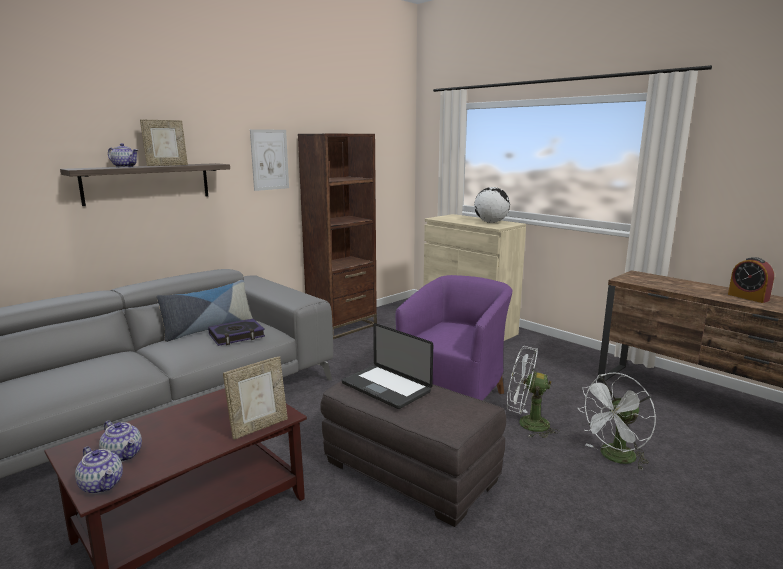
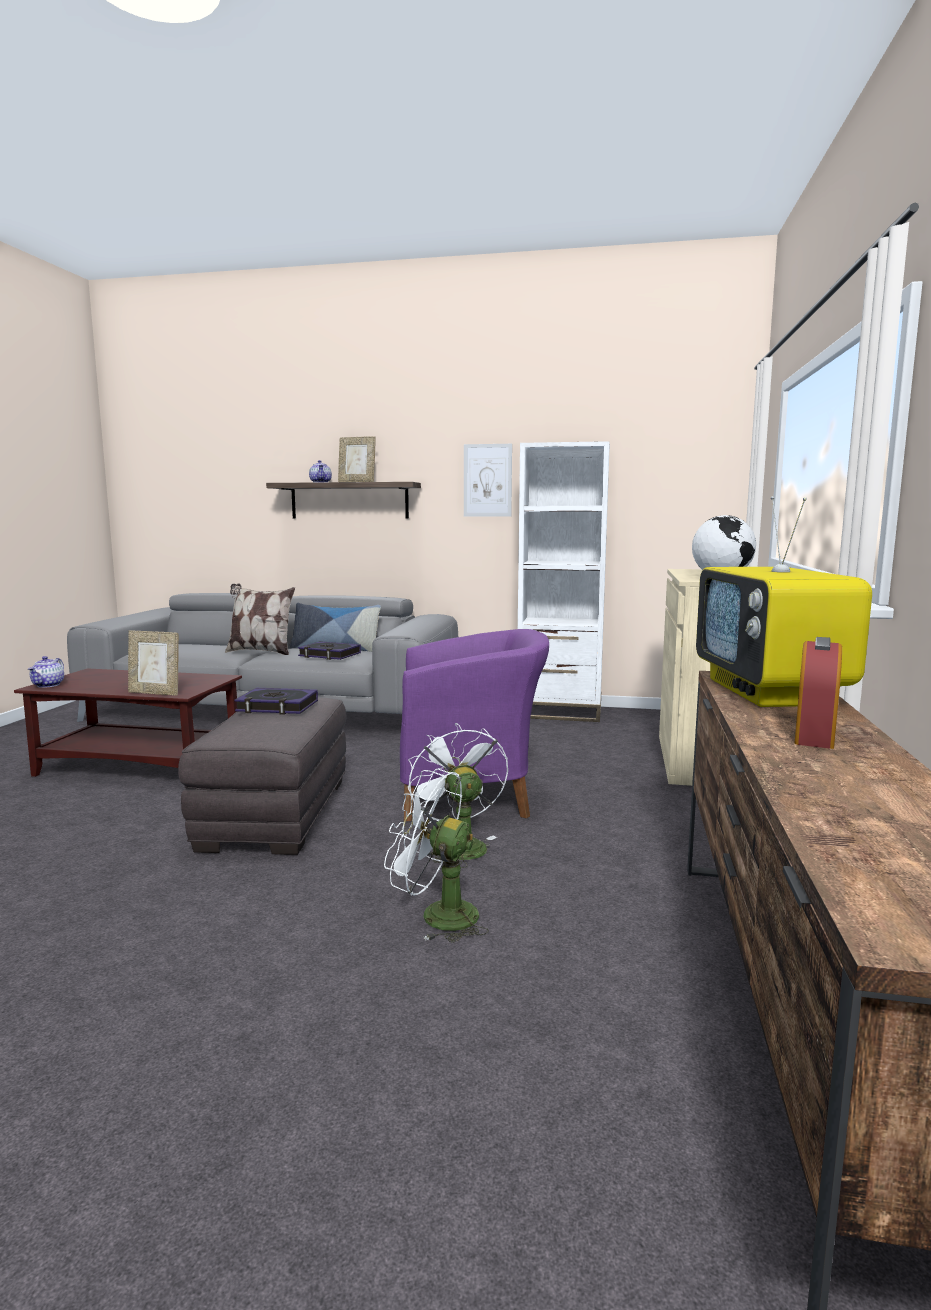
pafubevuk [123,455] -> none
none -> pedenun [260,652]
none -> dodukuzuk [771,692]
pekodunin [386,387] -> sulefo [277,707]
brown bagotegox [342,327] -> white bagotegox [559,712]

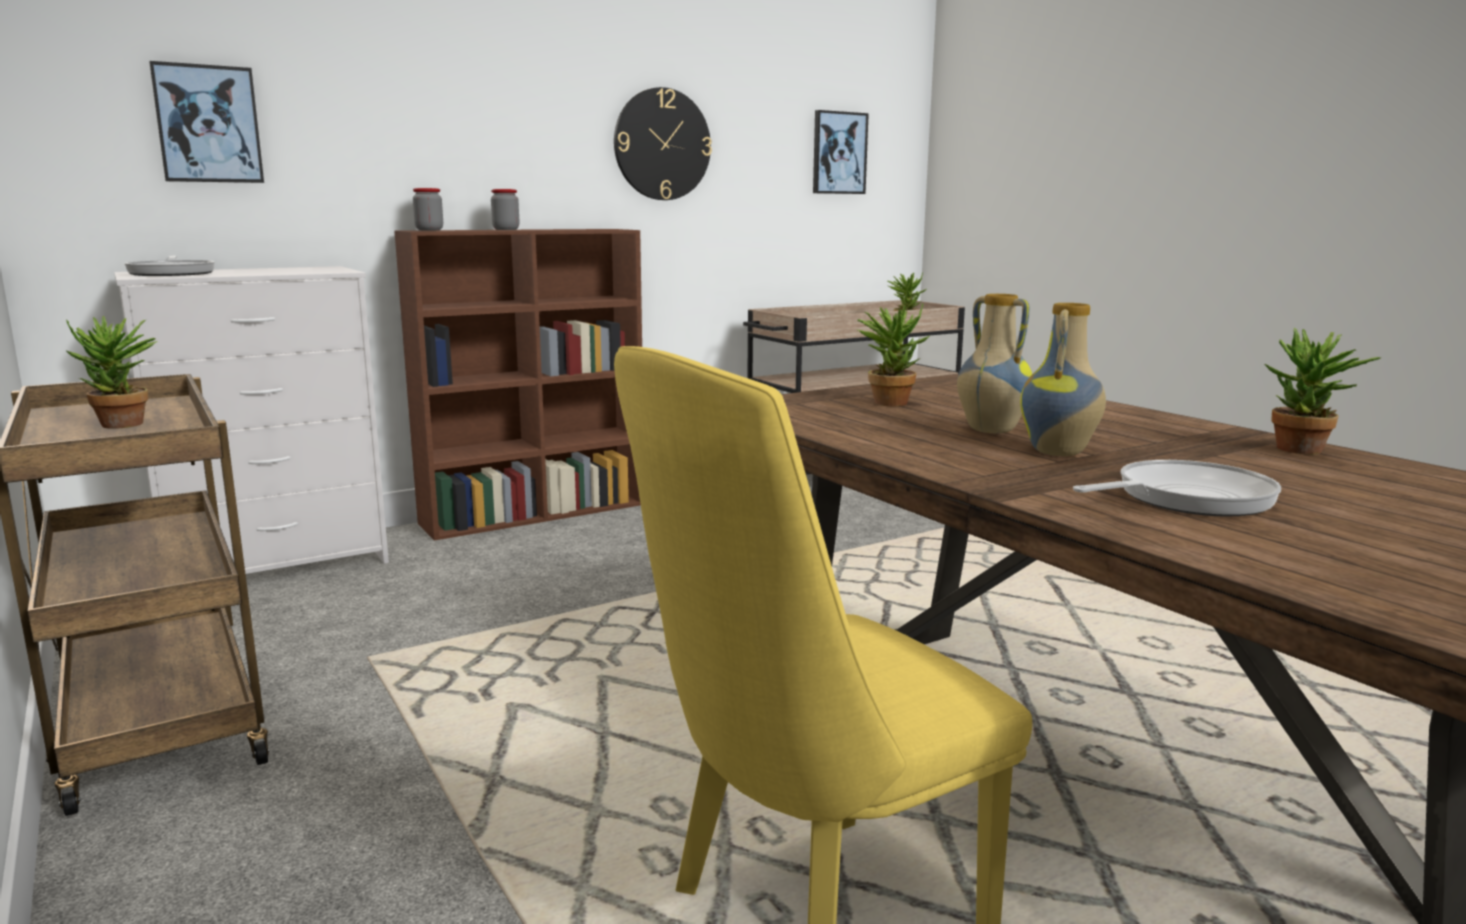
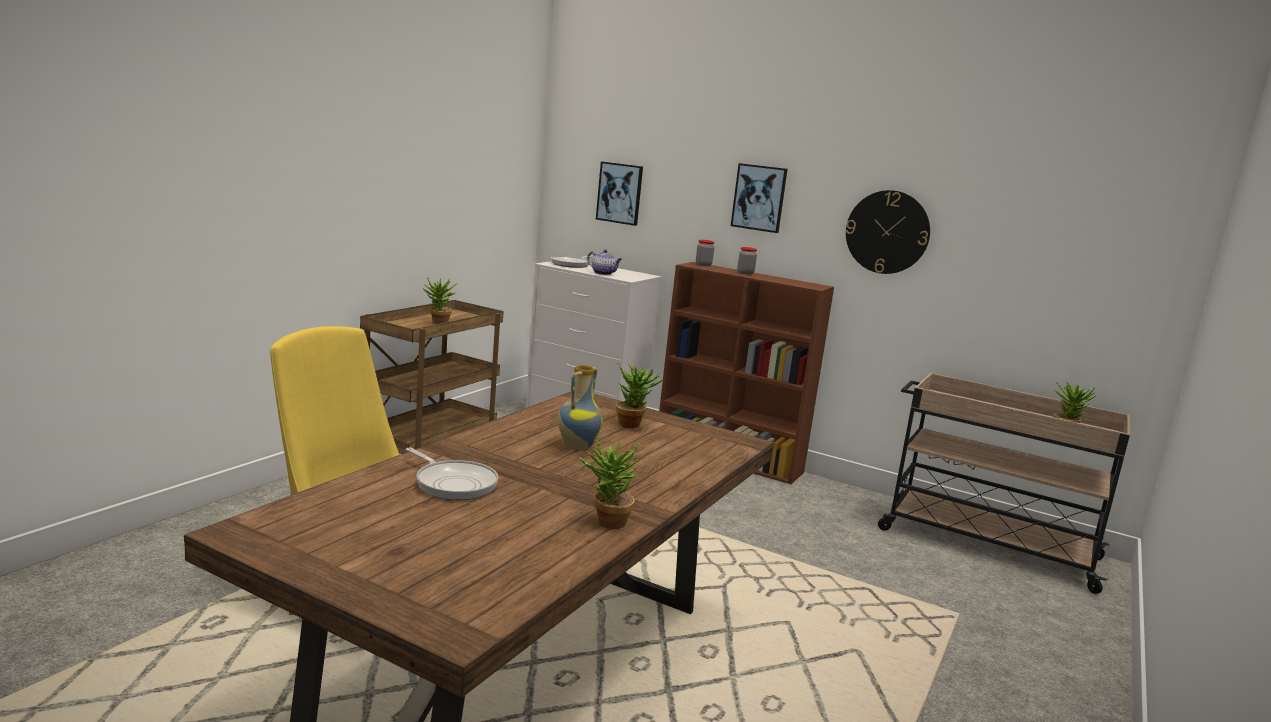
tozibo [1060,453] -> none
none -> pafubevuk [603,273]
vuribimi [838,153] -> vuribimi [759,198], move

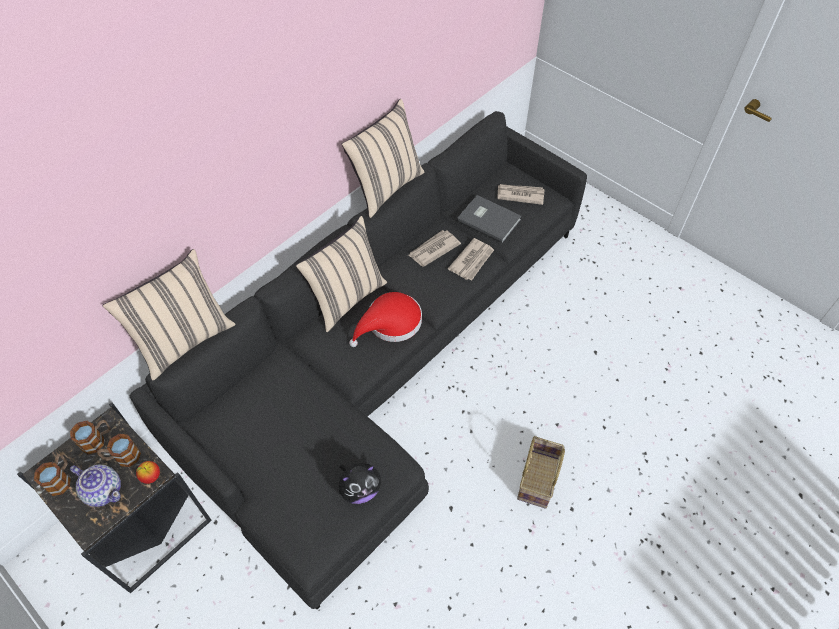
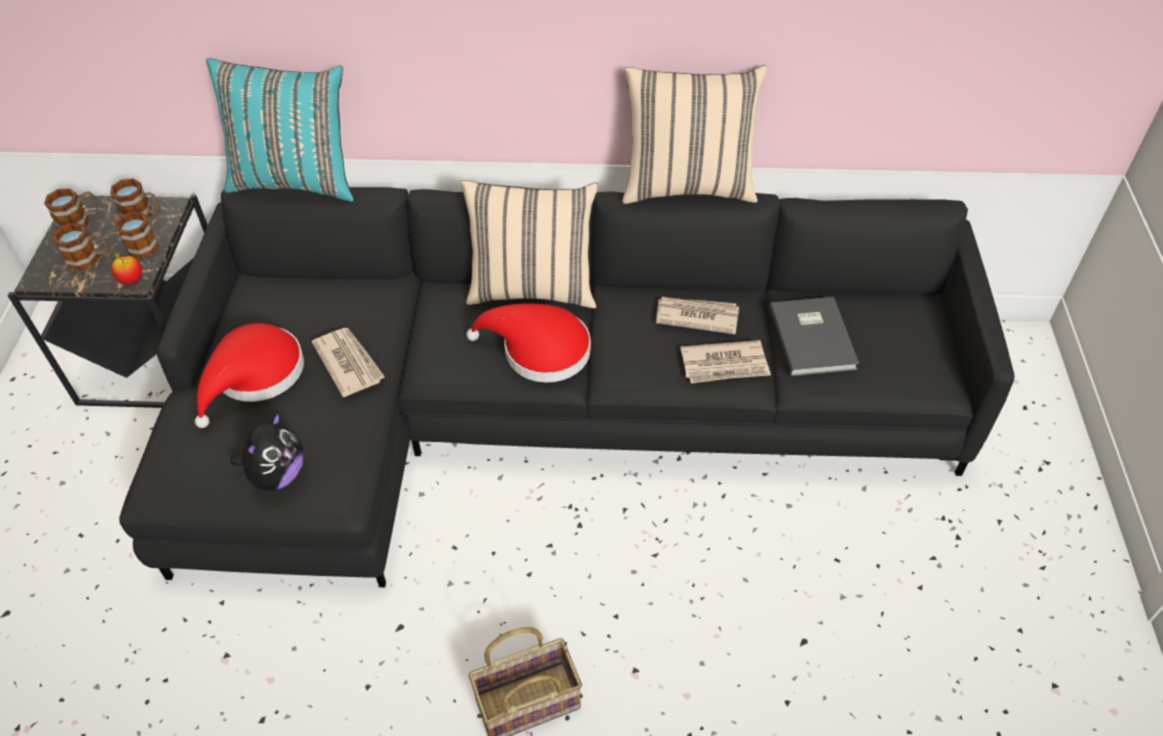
none -> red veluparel [254,376]
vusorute [520,195] -> vusorute [348,363], move
pafubevuk [104,490] -> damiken [90,258]
beige pedenun [185,340] -> turquoise pedenun [296,180]
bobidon [360,489] -> bobidon [277,475], 90 degrees counterclockwise

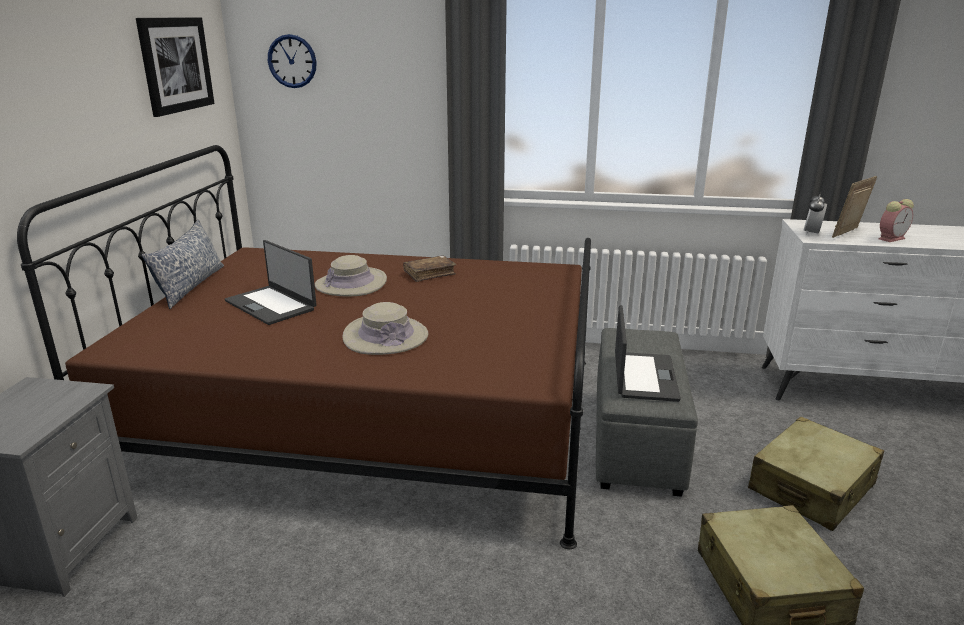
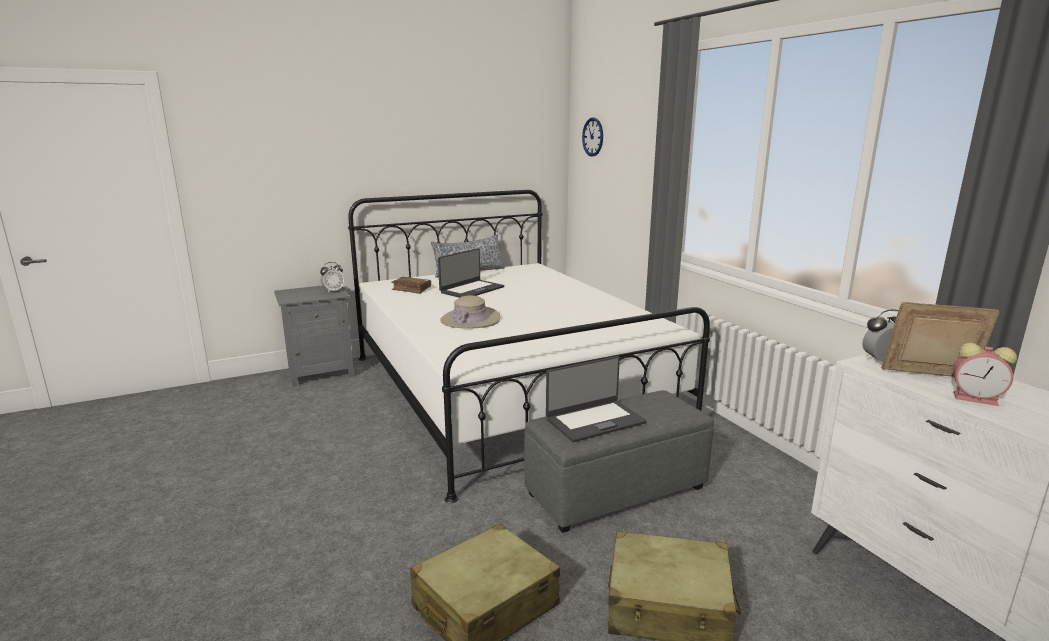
vuribimi [175,64] -> none
beige veluparel [351,284] -> none
none -> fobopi [333,291]
brown sulefo [429,274] -> brown sulefo [411,289], move
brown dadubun [372,417] -> white dadubun [507,391]
pekodunin [271,305] -> pekodunin [471,290], 150 degrees counterclockwise

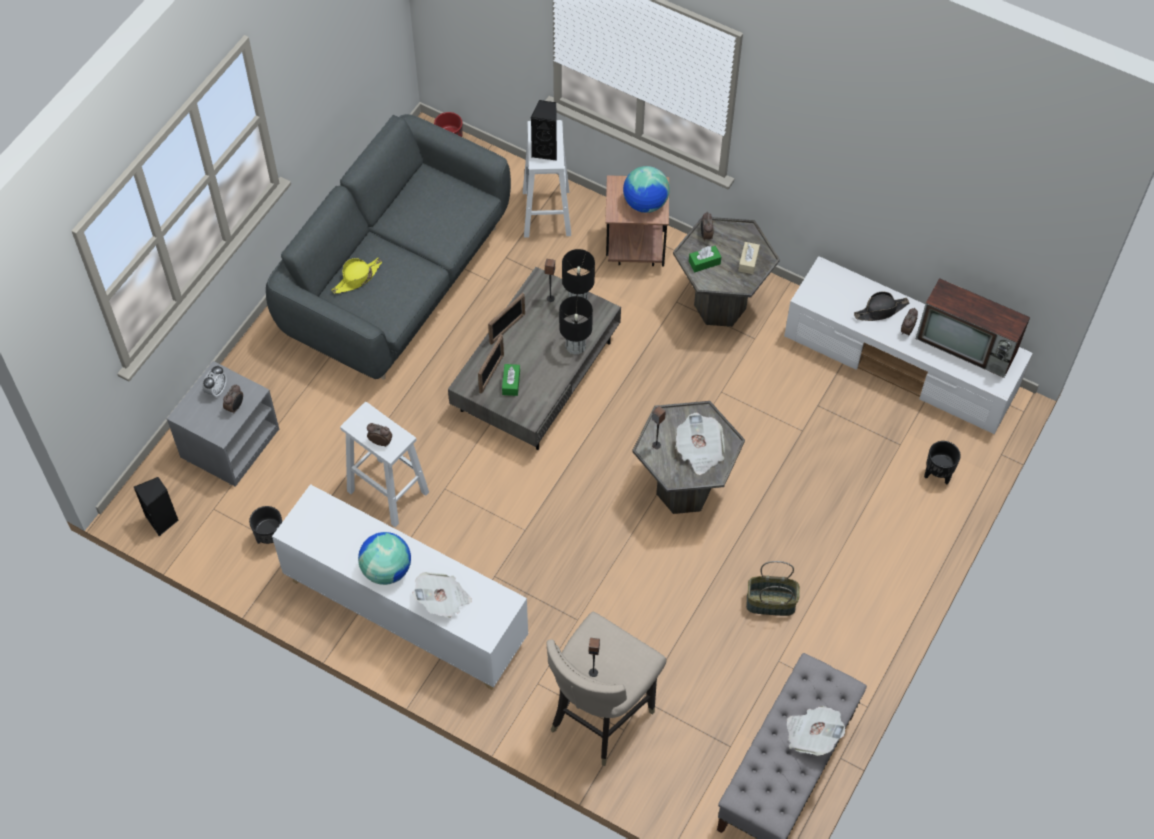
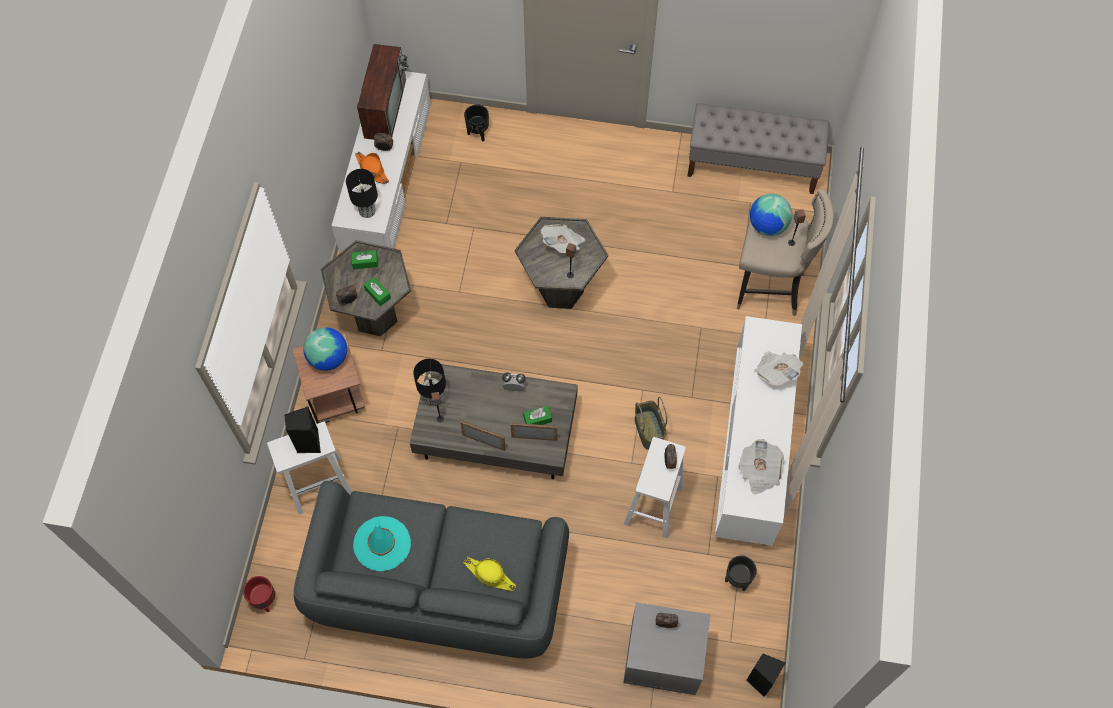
none -> turquoise veluparel [382,543]
fobopi [216,390] -> fobopi [514,387], move
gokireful [386,569] -> gokireful [767,226], move
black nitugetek [576,346] -> black nitugetek [367,211], move
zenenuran [770,603] -> zenenuran [649,430], move
vusorute [812,735] -> vusorute [759,472], move
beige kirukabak [748,261] -> green kirukabak [365,262]
black veluparel [881,310] -> orange veluparel [372,170]

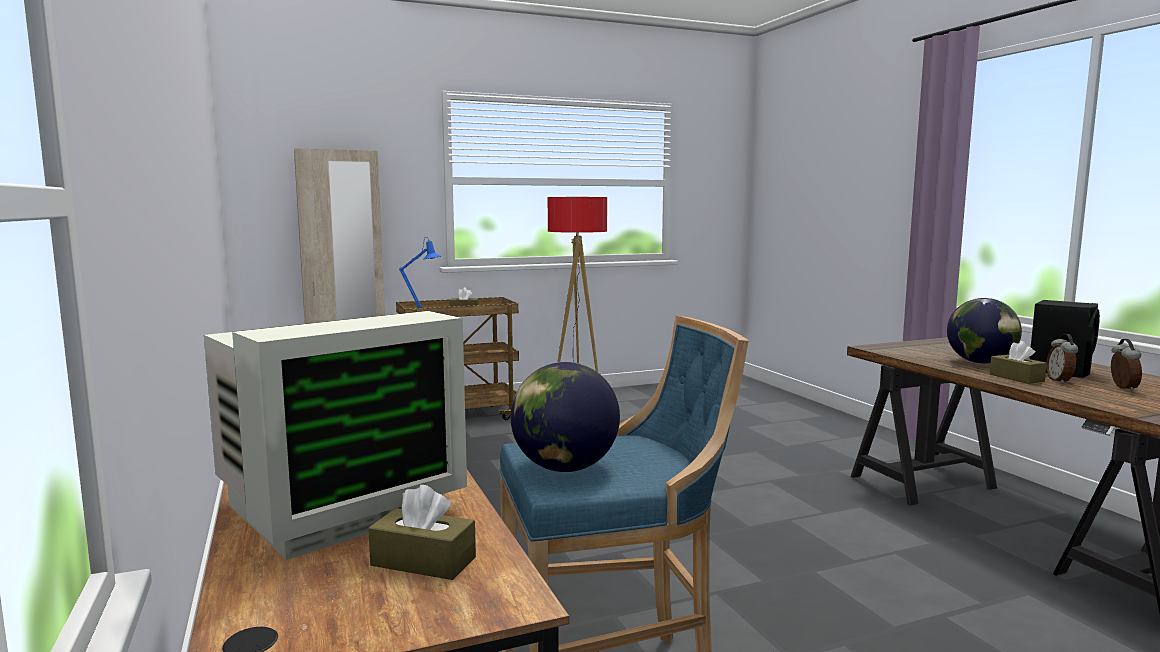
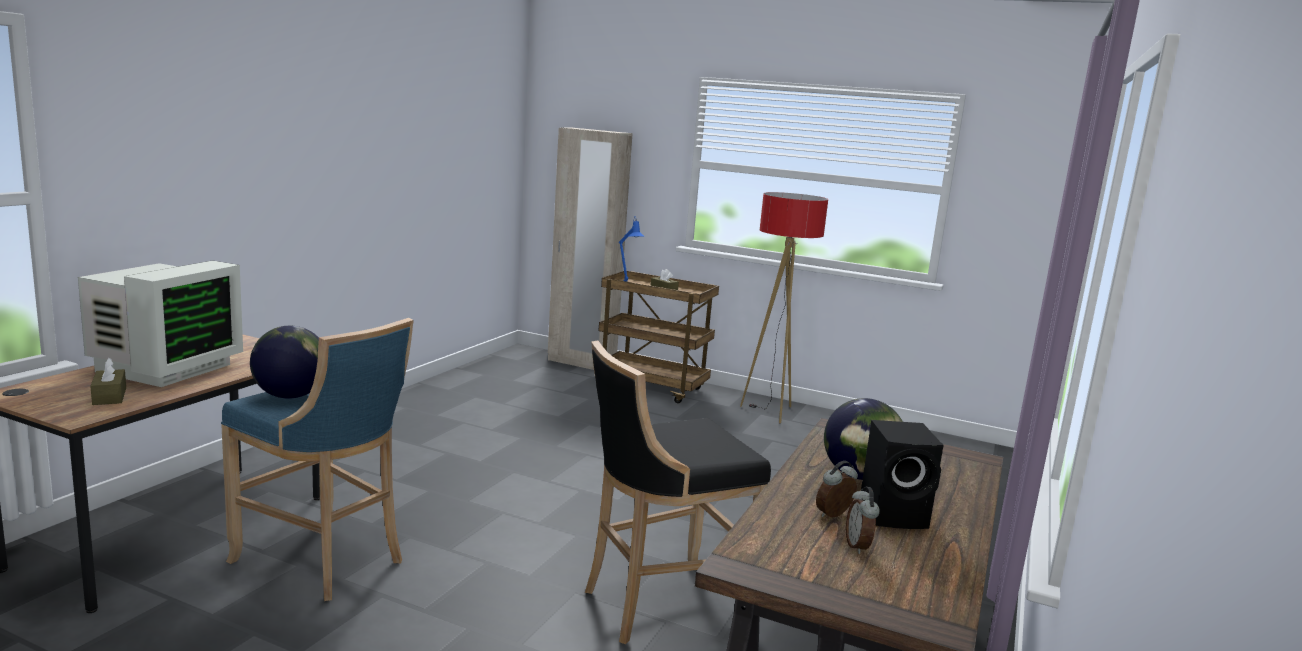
brown kirukabak [1016,378] -> none
none -> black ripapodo [659,605]
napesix [334,507] -> napesix [163,368], 75 degrees counterclockwise
fobopi [1122,388] -> fobopi [858,546], 120 degrees clockwise

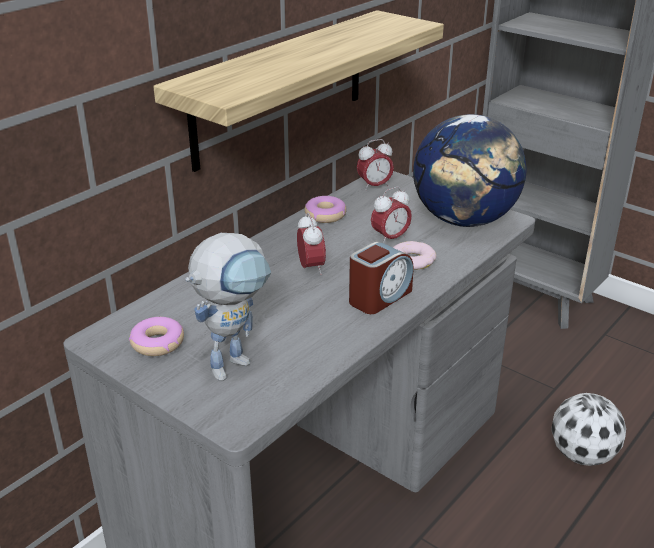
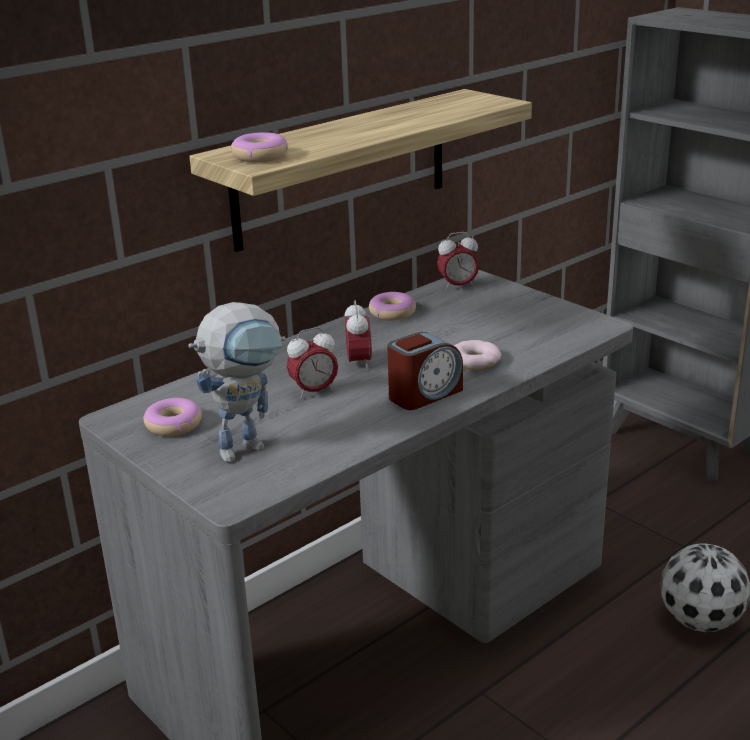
gokireful [464,220] -> none
none -> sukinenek [260,156]
fobopi [390,238] -> fobopi [314,392], move

